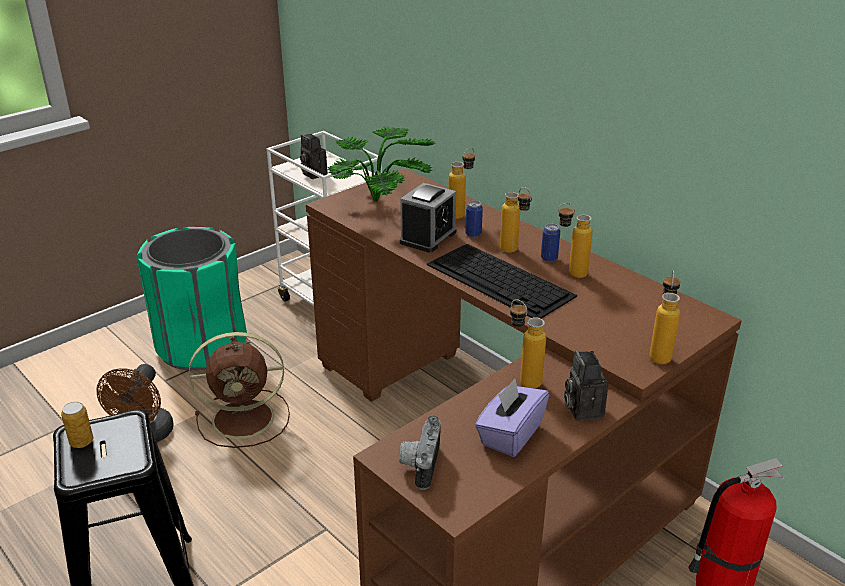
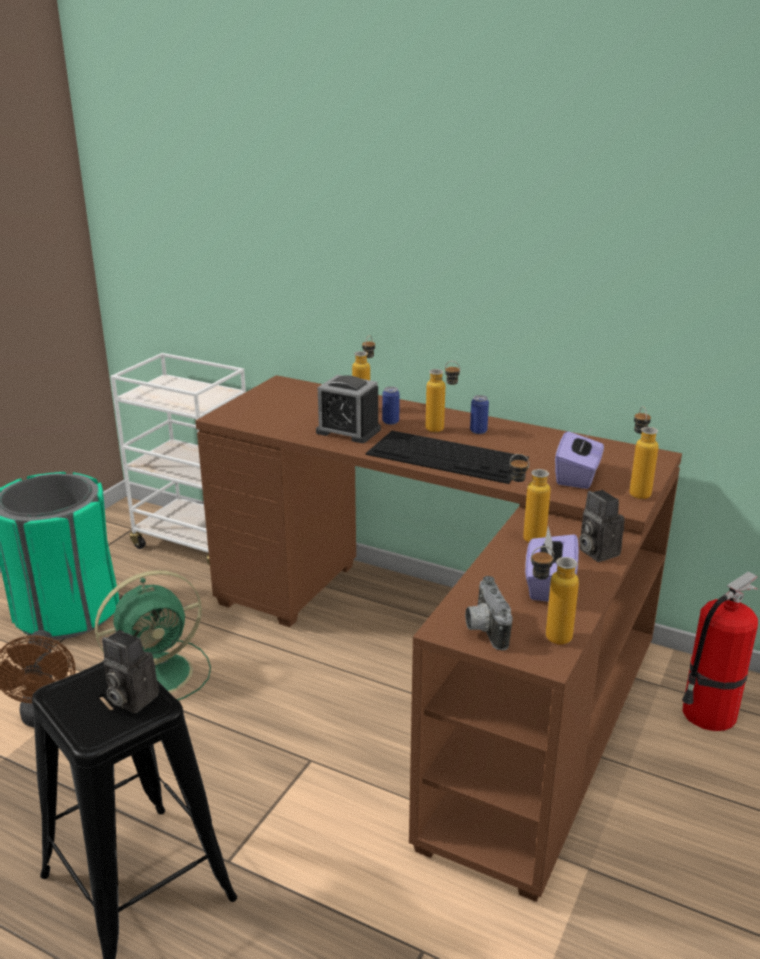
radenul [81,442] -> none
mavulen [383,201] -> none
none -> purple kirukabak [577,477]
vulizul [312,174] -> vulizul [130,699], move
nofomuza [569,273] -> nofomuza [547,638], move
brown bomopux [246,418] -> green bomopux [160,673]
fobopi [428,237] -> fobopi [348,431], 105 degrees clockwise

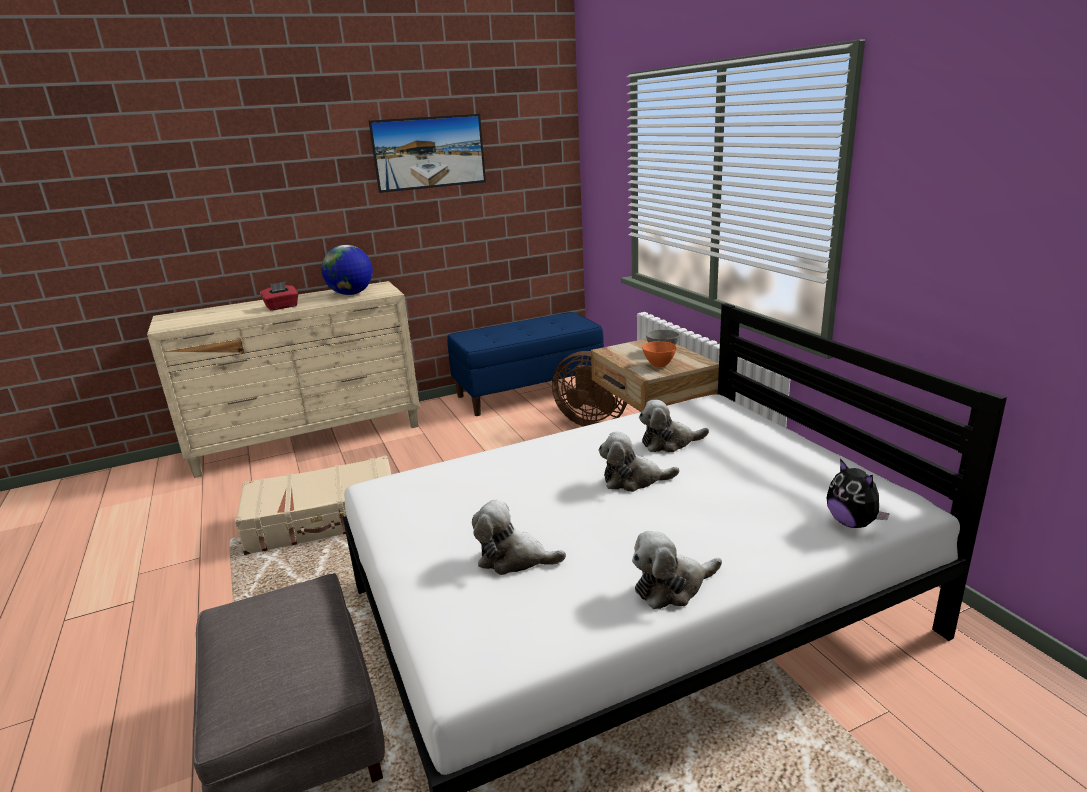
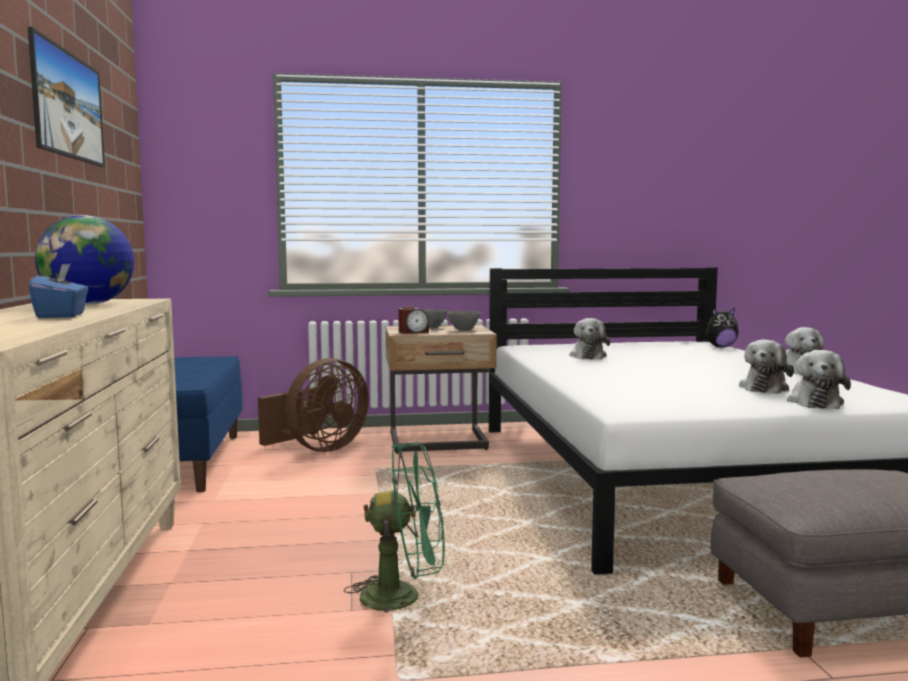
none -> fobopi [413,332]
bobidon [633,480] -> bobidon [814,402], move
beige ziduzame [324,519] -> green bomopux [404,596]
red kirukabak [282,307] -> blue kirukabak [62,316]
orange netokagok [658,365] -> grey netokagok [463,330]

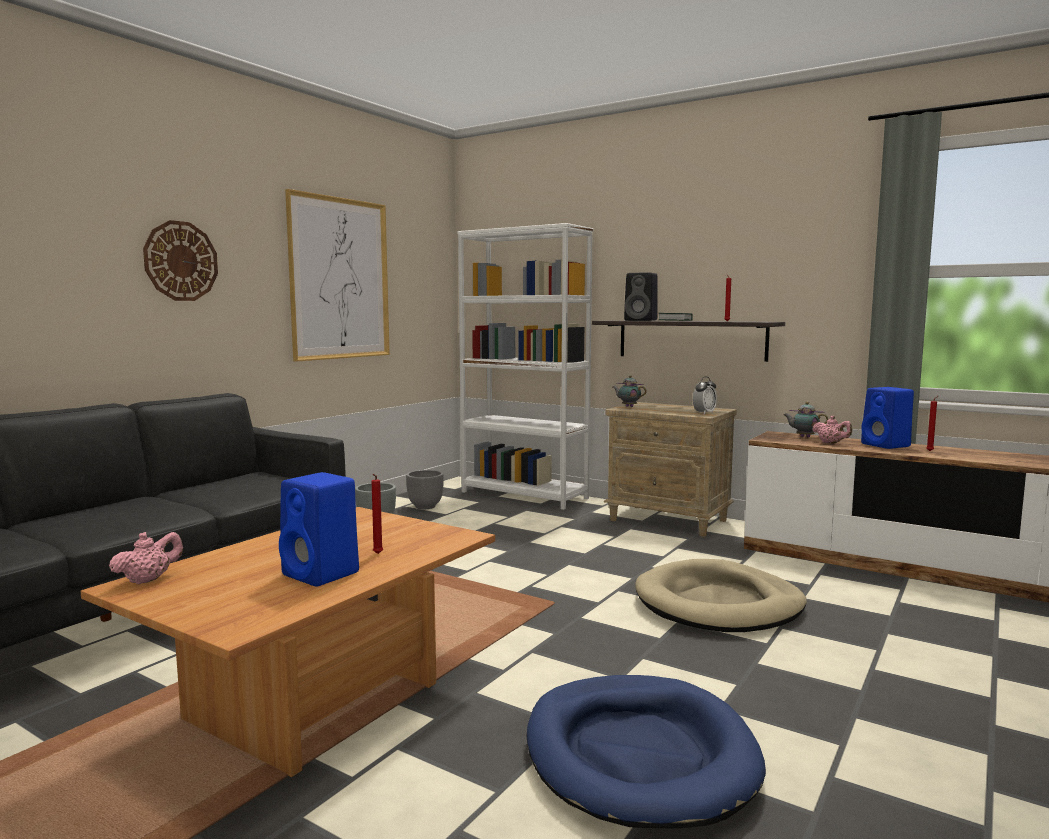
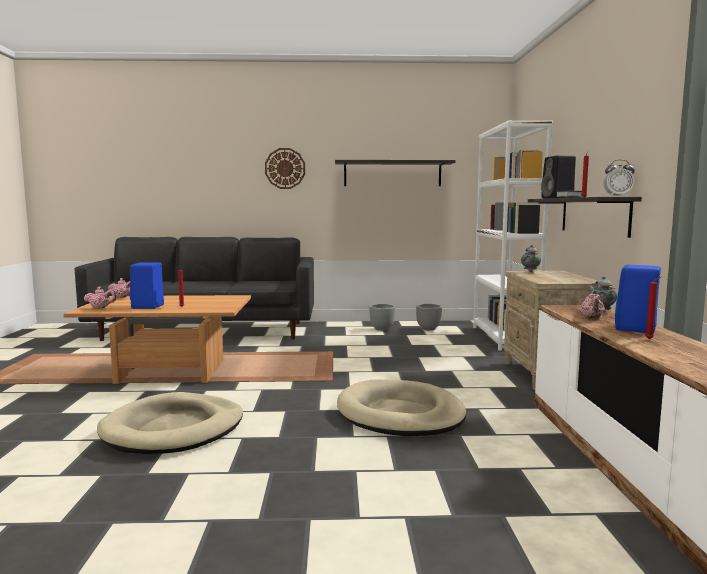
none -> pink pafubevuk [101,308]
fobopi [704,413] -> fobopi [617,196], move
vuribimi [340,279] -> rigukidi [392,174]
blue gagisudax [639,755] -> beige gagisudax [174,429]

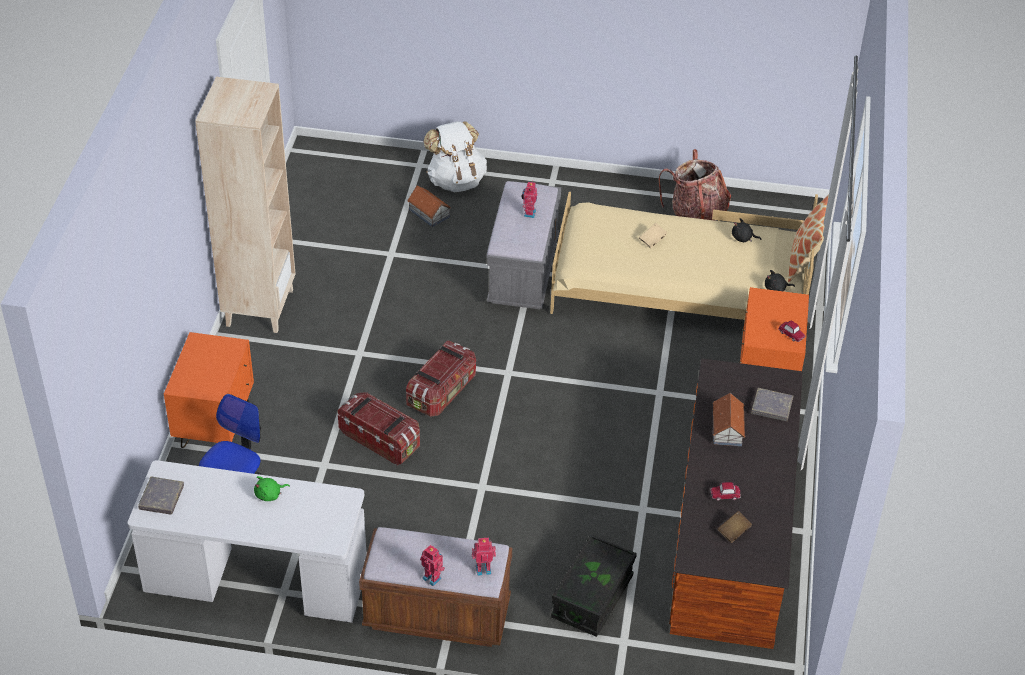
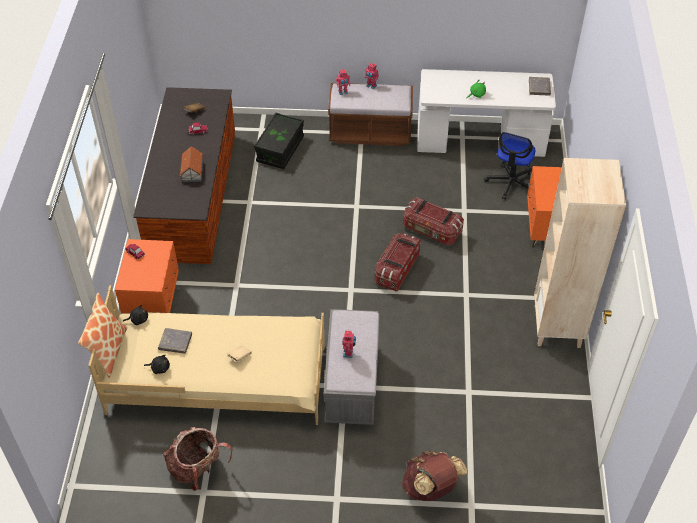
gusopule [429,212] -> none
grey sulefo [771,407] -> grey sulefo [175,342], move
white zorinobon [456,180] -> brown zorinobon [430,488]

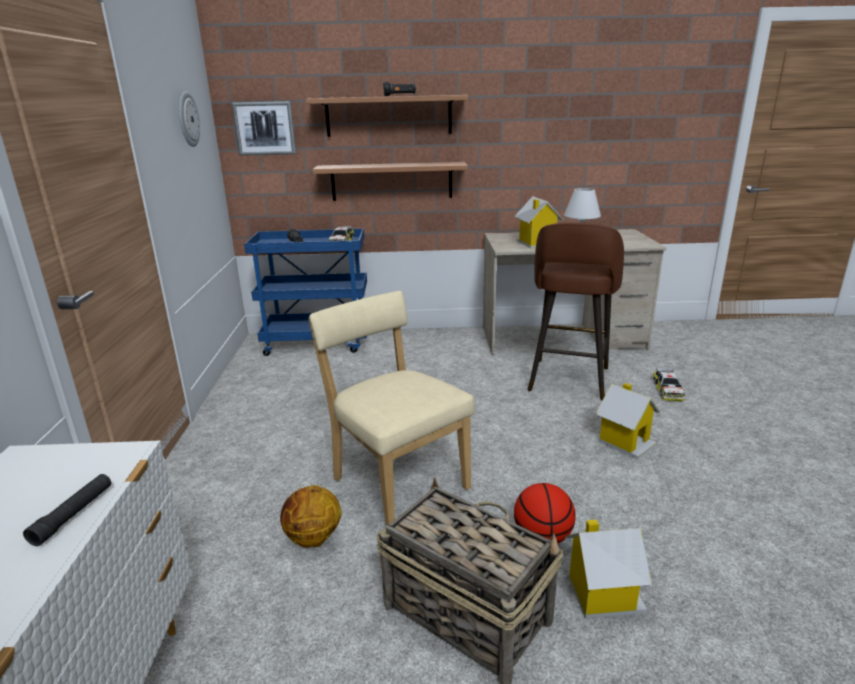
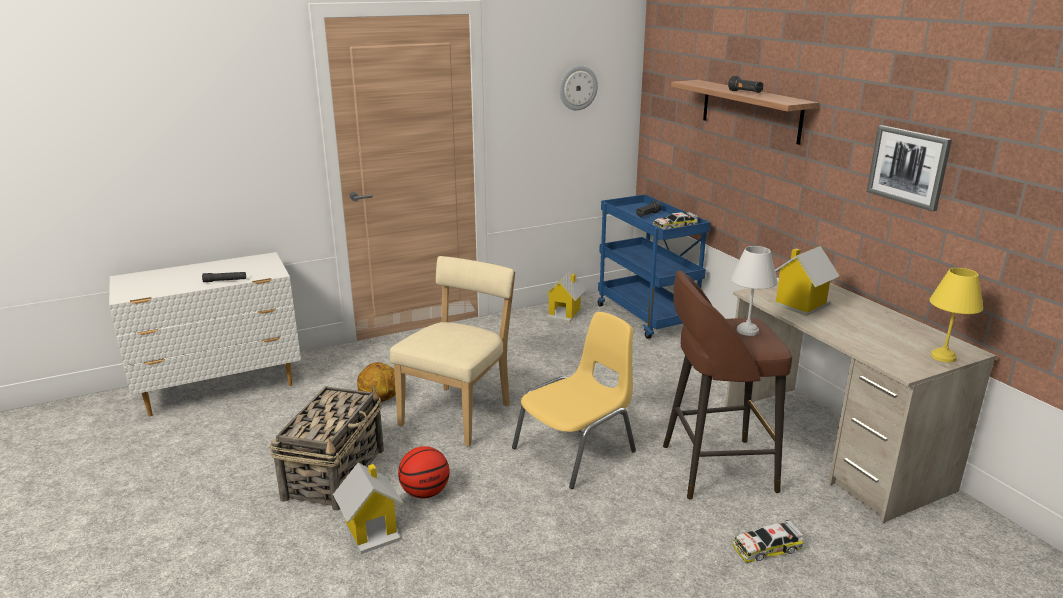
rigukidi [391,181] -> none
none -> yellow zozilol [576,450]
none -> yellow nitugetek [943,357]
vuribimi [265,128] -> vuribimi [908,166], move
gusopule [625,442] -> gusopule [564,314], move

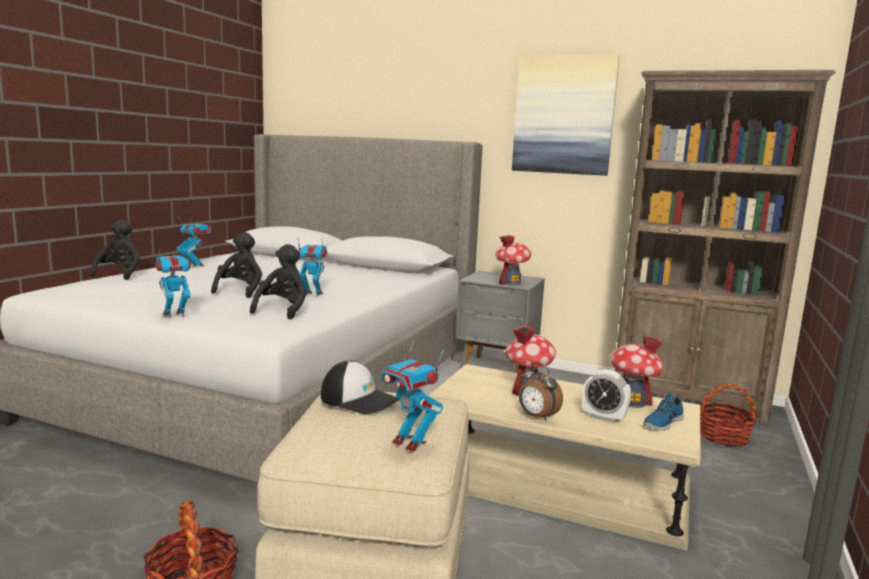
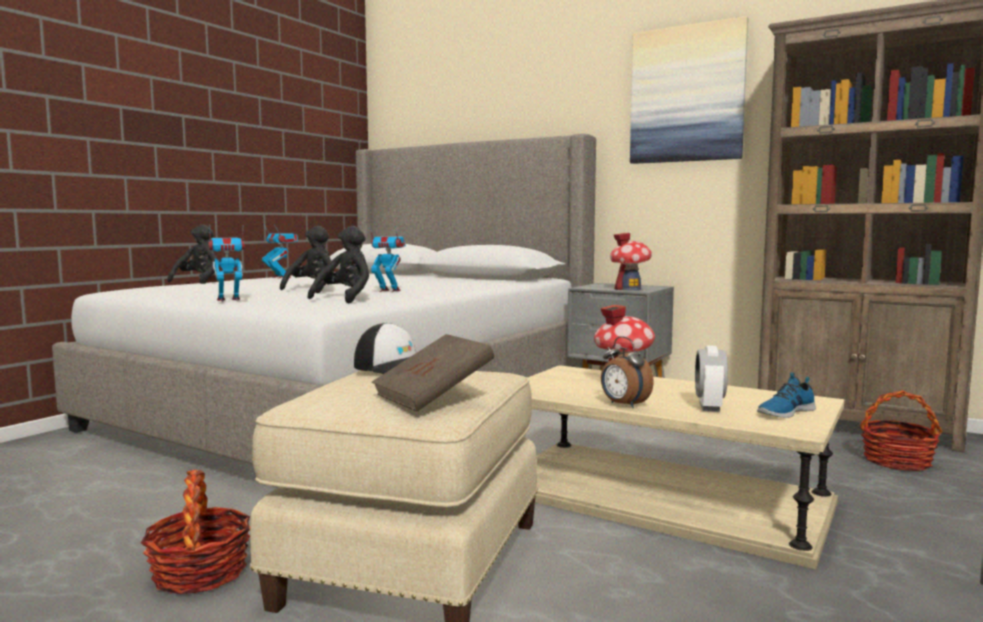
gusopule [631,402] -> none
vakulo [410,443] -> brown sulefo [433,397]
fobopi [604,417] -> fobopi [709,407], 60 degrees clockwise

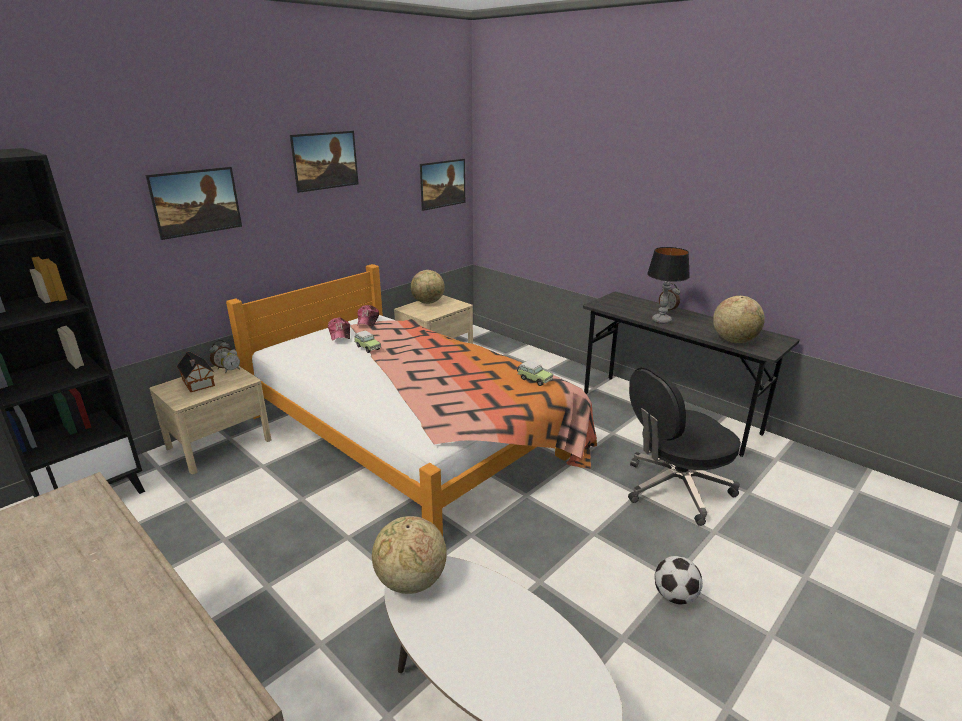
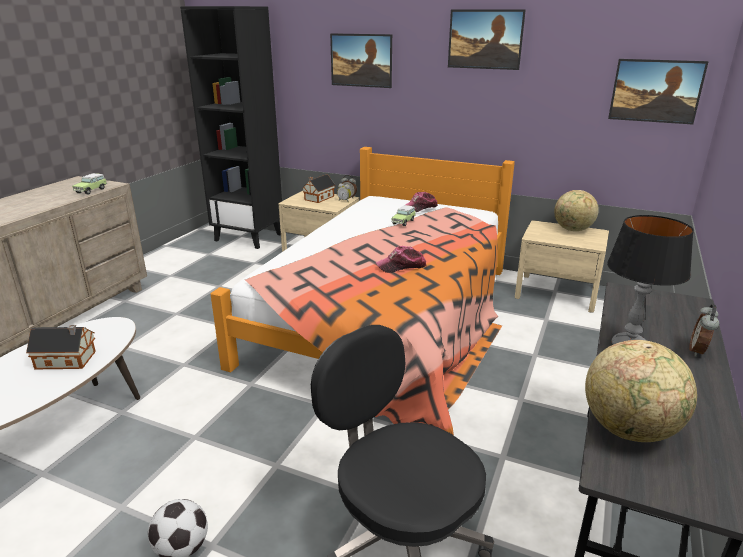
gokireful [410,581] -> none
none -> gusopule [68,360]
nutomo [368,320] -> nutomo [401,266], move
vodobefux [533,379] -> vodobefux [92,190], move

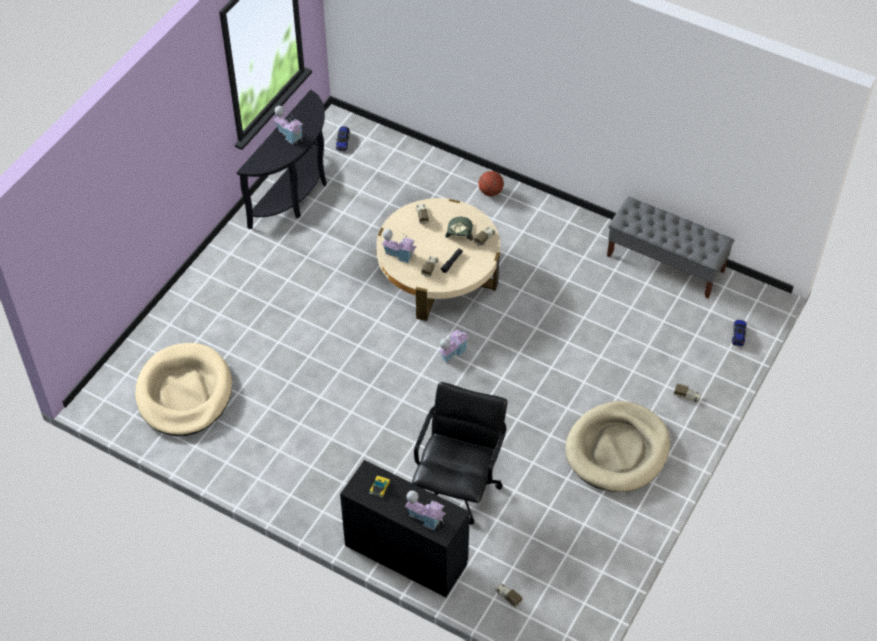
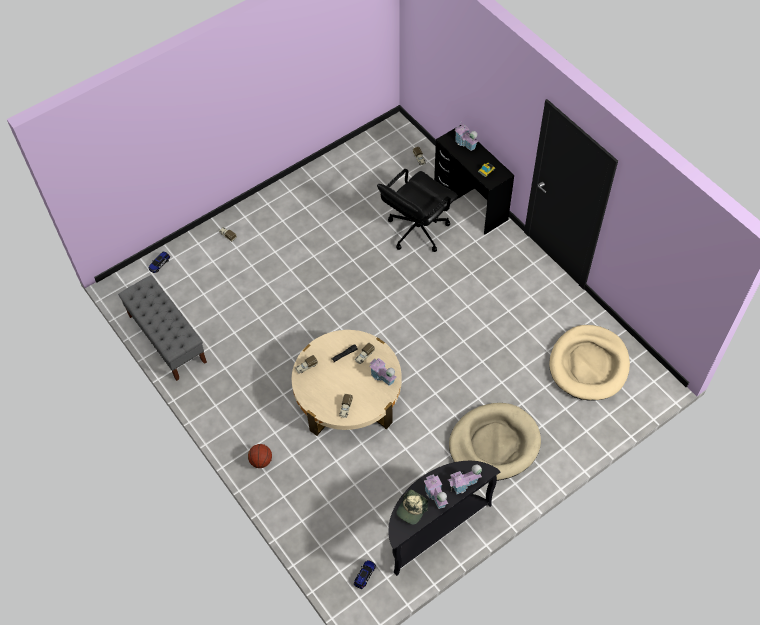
gusopule [453,352] -> gusopule [464,484], move
nutomo [459,231] -> nutomo [411,509], move
beige gagisudax [617,449] -> beige gagisudax [494,444], move

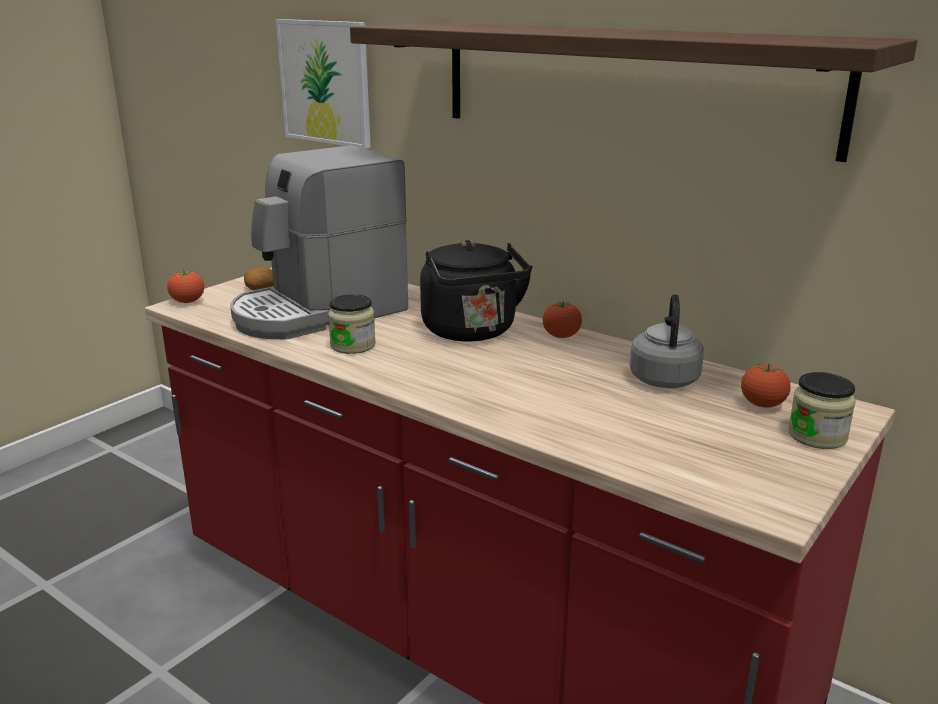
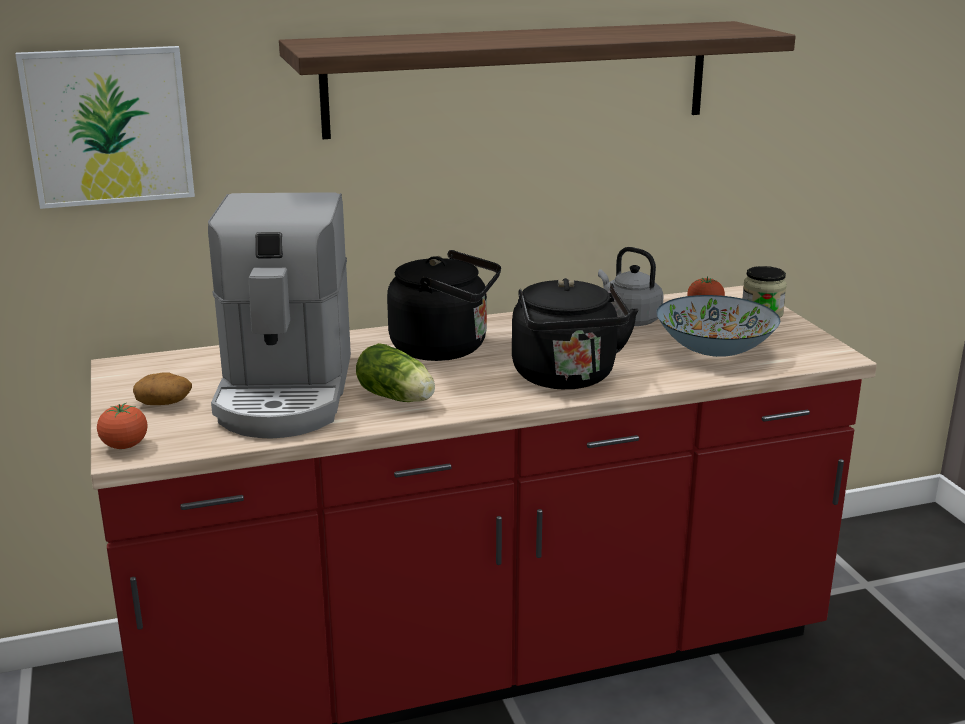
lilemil [561,336] -> none
none -> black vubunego [567,378]
none -> netokagok [715,350]
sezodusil [353,345] -> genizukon [398,398]

